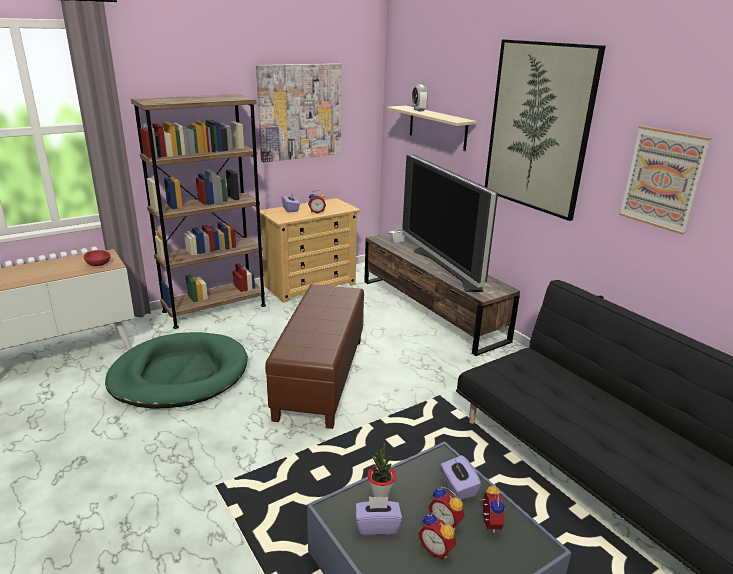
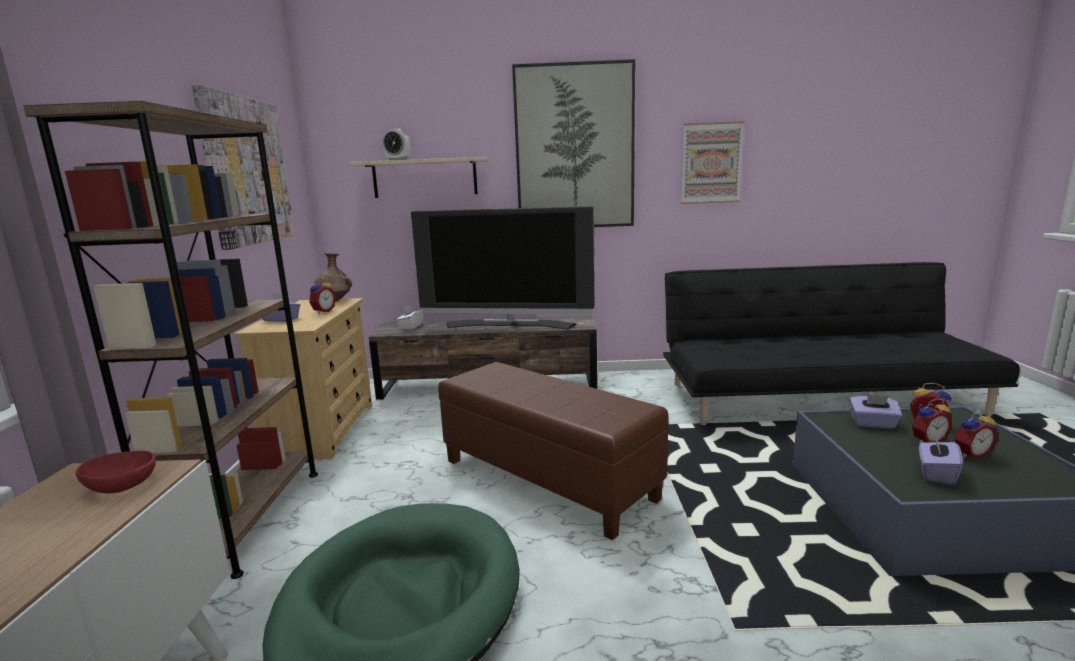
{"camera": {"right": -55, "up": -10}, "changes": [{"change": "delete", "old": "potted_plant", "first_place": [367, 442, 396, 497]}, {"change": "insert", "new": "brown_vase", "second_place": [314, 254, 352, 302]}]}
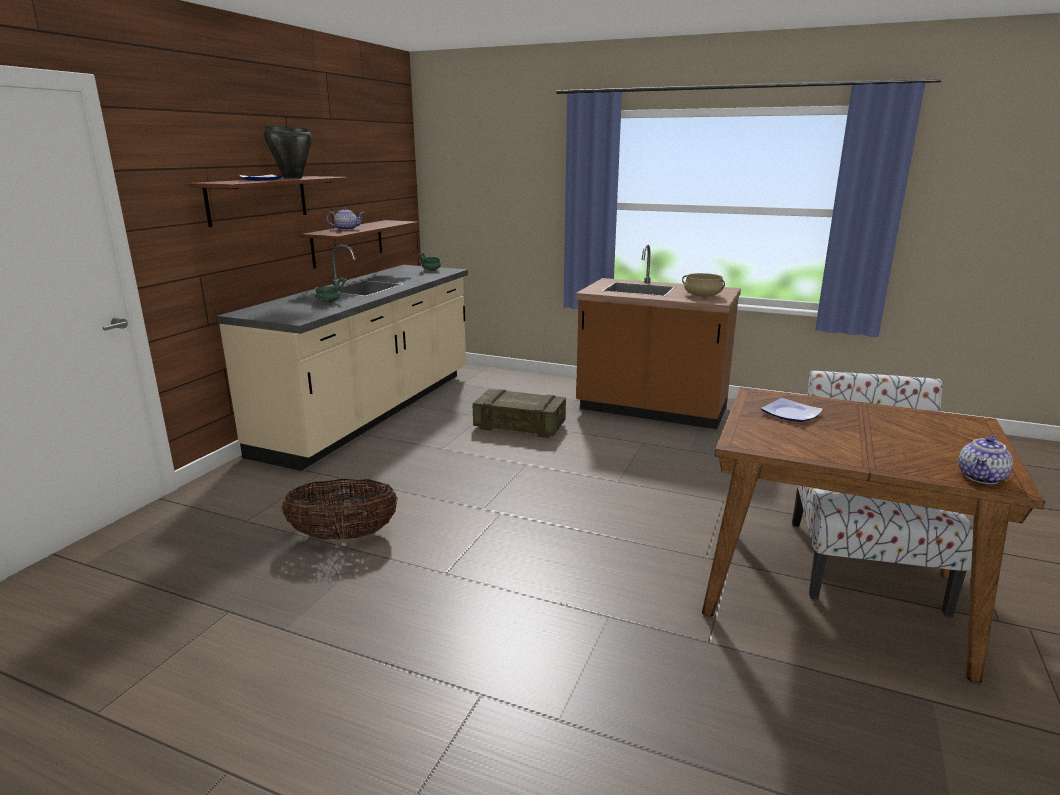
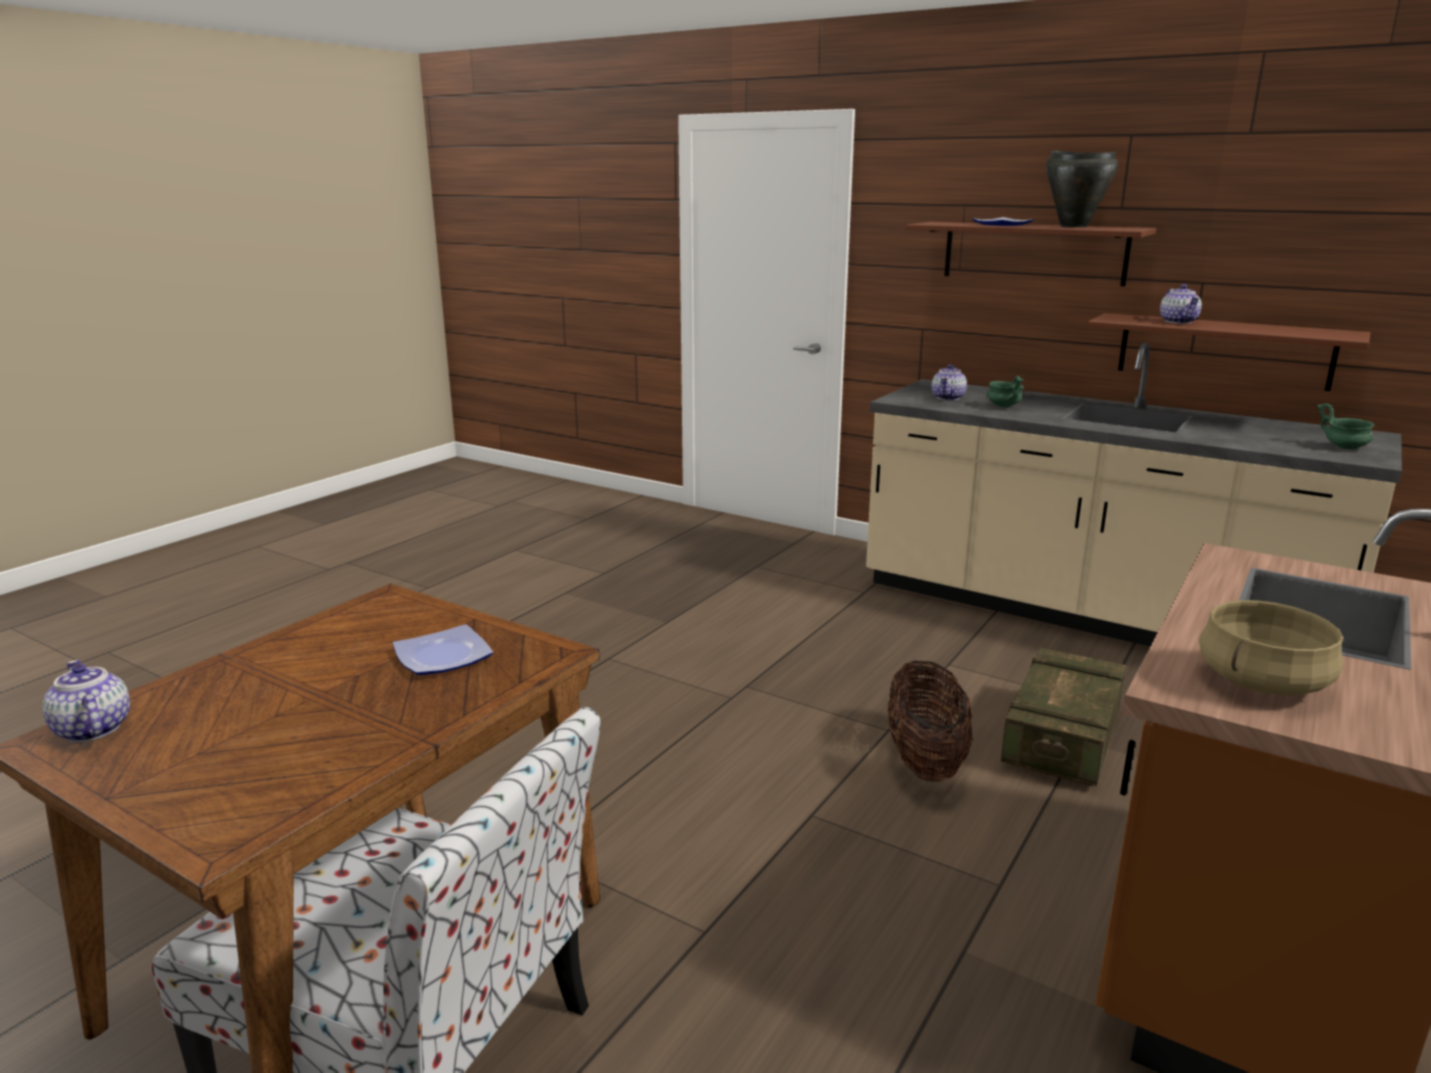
{"camera": {"right": 100, "up": 0}, "changes": [{"change": "insert", "new": "teapot", "second_place": [932, 364, 967, 400]}, {"change": "move", "old": "basket", "first_place": [282, 479, 398, 540], "second_place": [888, 660, 973, 782]}]}
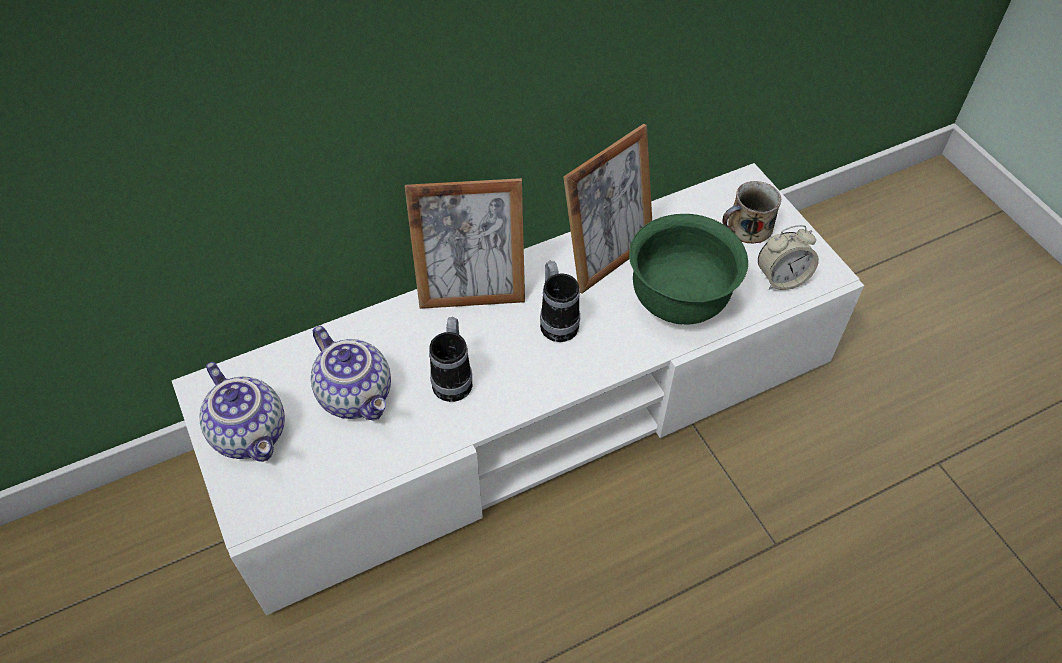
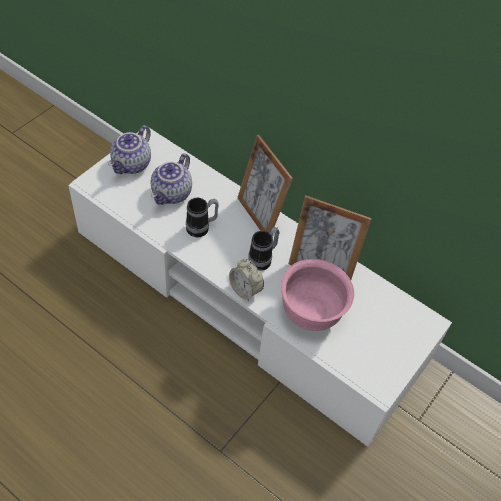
{"camera": {"right": 60, "up": 0}, "changes": [{"change": "delete", "old": "mug", "first_place": [722, 181, 781, 243]}, {"change": "move", "old": "alarm_clock", "first_place": [758, 225, 819, 290], "second_place": [229, 259, 264, 301]}, {"change": "recolor", "old": "green_bowl", "new": "pink_bowl", "first_place": [629, 214, 748, 325], "second_place": [281, 259, 354, 331]}]}
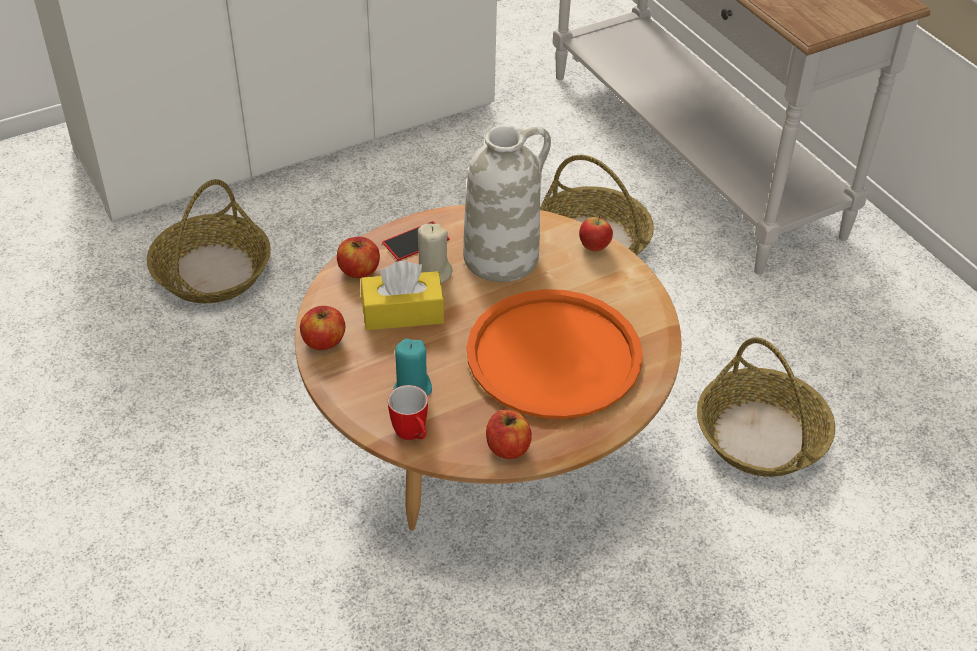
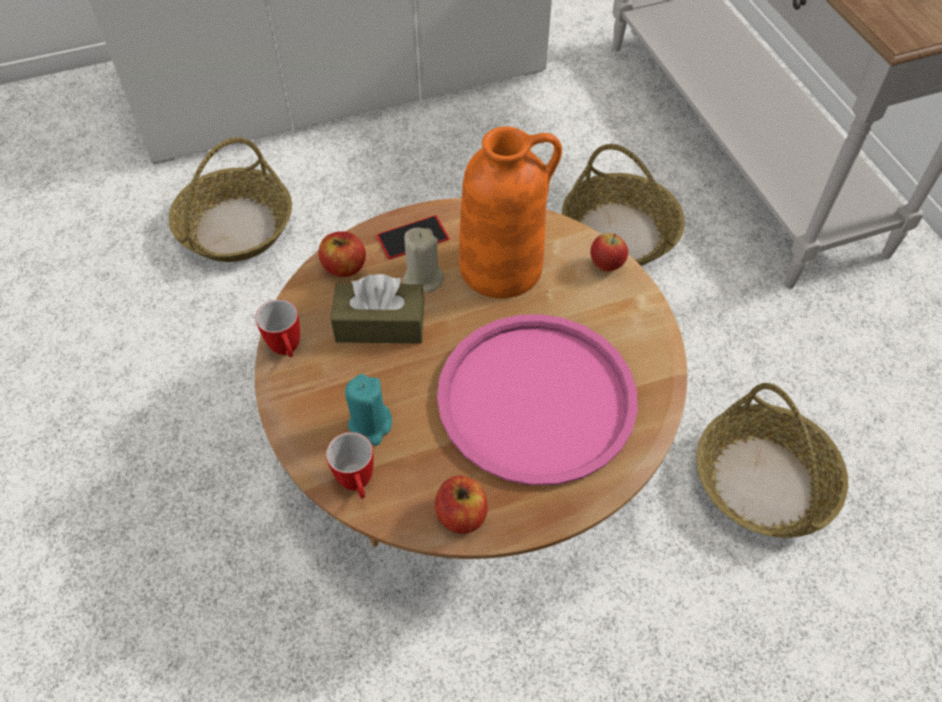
{"camera": {"right": 10, "up": 10}, "changes": [{"change": "replace", "old": "apple", "new": "mug", "first_place": [300, 306, 345, 350], "second_place": [255, 299, 300, 357]}, {"change": "recolor", "old": "yellow_tissue_box", "new": "brown_tissue_box", "first_place": [361, 261, 444, 330], "second_place": [331, 274, 424, 344]}, {"change": "recolor", "old": "white_vase", "new": "orange_vase", "first_place": [463, 125, 551, 282], "second_place": [459, 126, 562, 298]}, {"change": "recolor", "old": "orange_tray", "new": "pink_tray", "first_place": [467, 289, 643, 419], "second_place": [437, 314, 638, 486]}]}
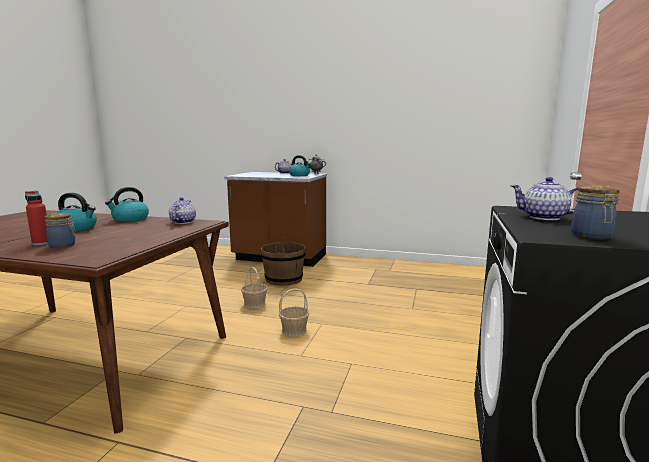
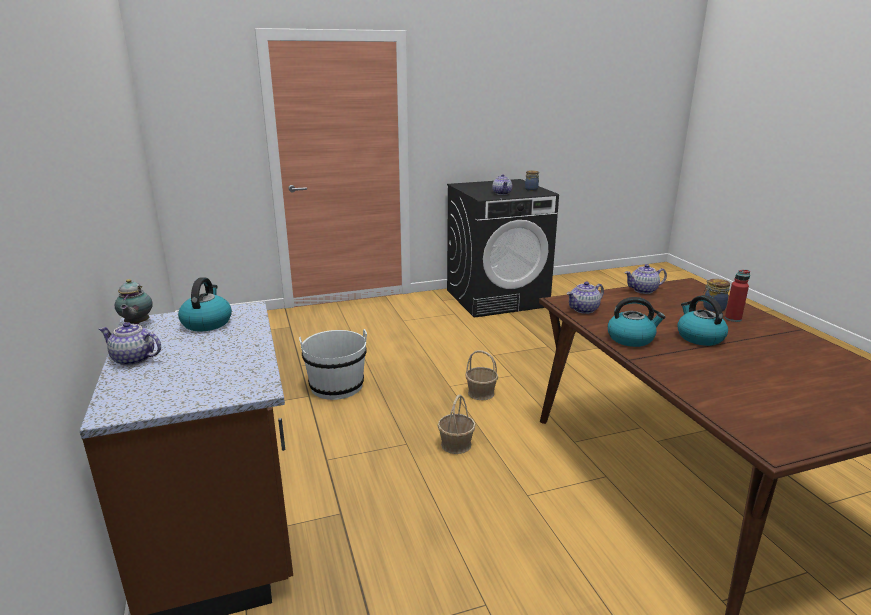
{"camera": {"right": -125, "up": 10}, "changes": [{"change": "delete", "old": "brown_bucket", "first_place": [261, 236, 306, 286]}, {"change": "insert", "new": "white_bucket", "second_place": [299, 329, 367, 400]}, {"change": "insert", "new": "teapot", "second_place": [624, 264, 667, 294]}]}
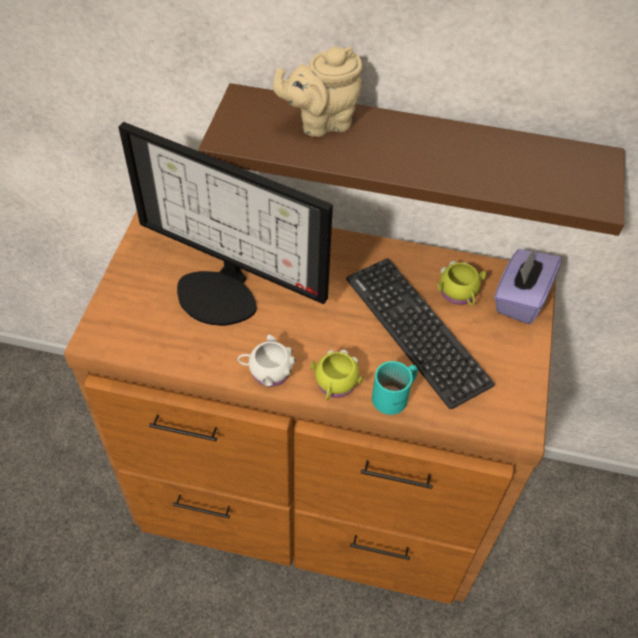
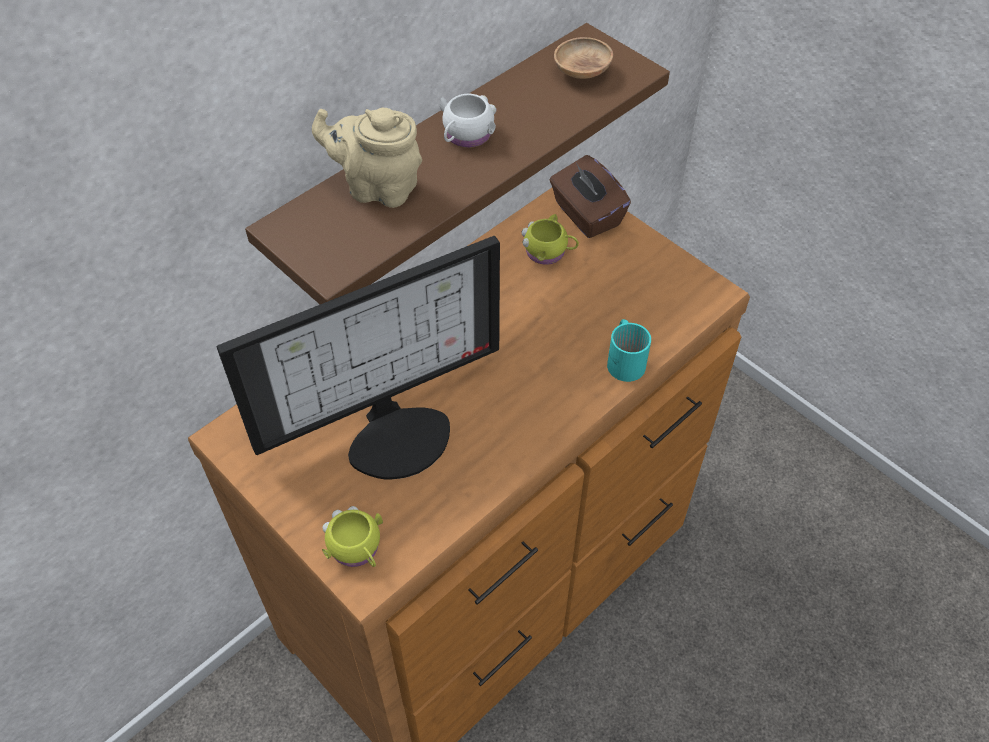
{"camera": {"right": -55, "up": 0}, "changes": [{"change": "delete", "old": "keyboard", "first_place": [346, 258, 495, 409]}, {"change": "insert", "new": "brown_bowl", "second_place": [554, 37, 613, 79]}, {"change": "move", "old": "white_mug", "first_place": [238, 334, 296, 387], "second_place": [440, 94, 496, 148]}, {"change": "move", "old": "yellow_mug", "first_place": [311, 349, 363, 401], "second_place": [322, 506, 383, 567]}, {"change": "recolor", "old": "purple_tissue_box", "new": "brown_tissue_box", "first_place": [494, 249, 562, 324], "second_place": [550, 155, 631, 238]}, {"change": "rotate", "old": "beige_teapot", "first_place": [273, 47, 362, 137], "second_place": [312, 108, 422, 208], "degrees": 90}]}
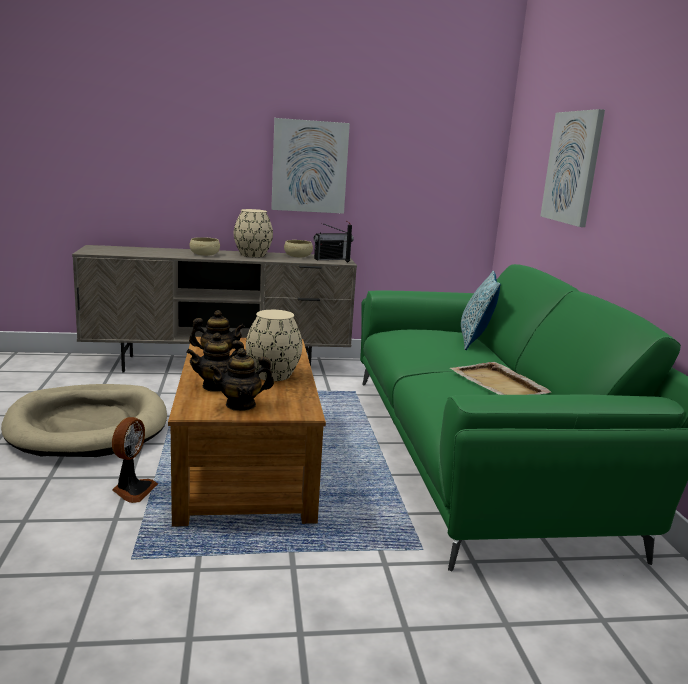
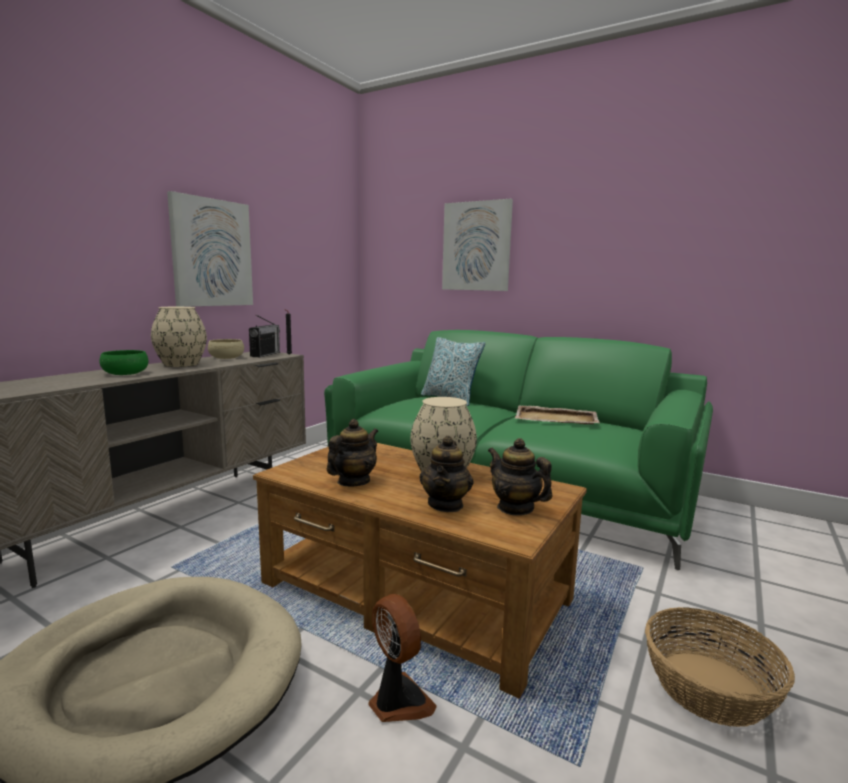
{"camera": {"right": -50, "up": -5}, "changes": [{"change": "insert", "new": "basket", "second_place": [645, 607, 795, 727]}, {"change": "recolor", "old": "beige_bowl", "new": "green_bowl", "first_place": [190, 237, 220, 256], "second_place": [99, 350, 148, 375]}, {"change": "rotate", "old": "teapot", "first_place": [209, 348, 274, 411], "second_place": [488, 438, 553, 516], "degrees": 120}]}
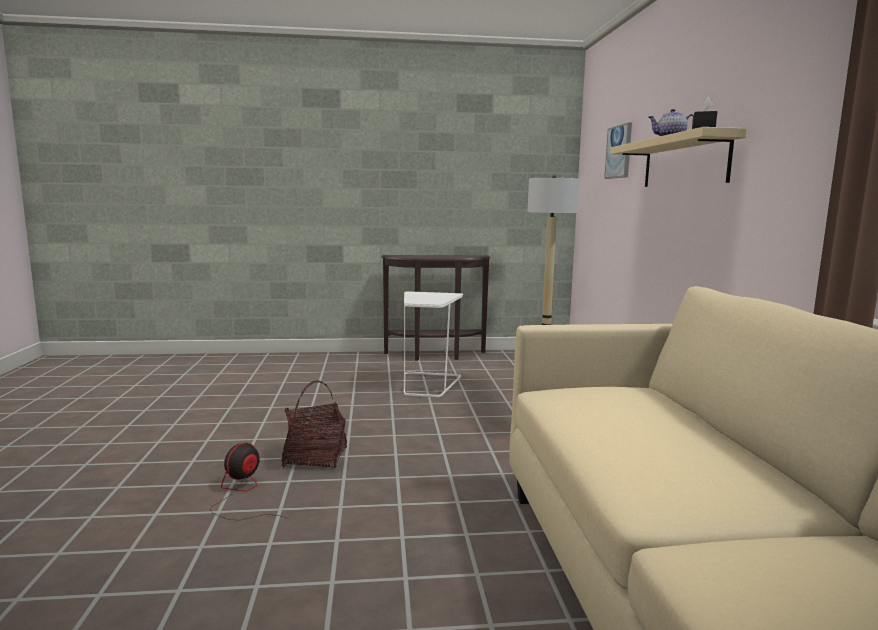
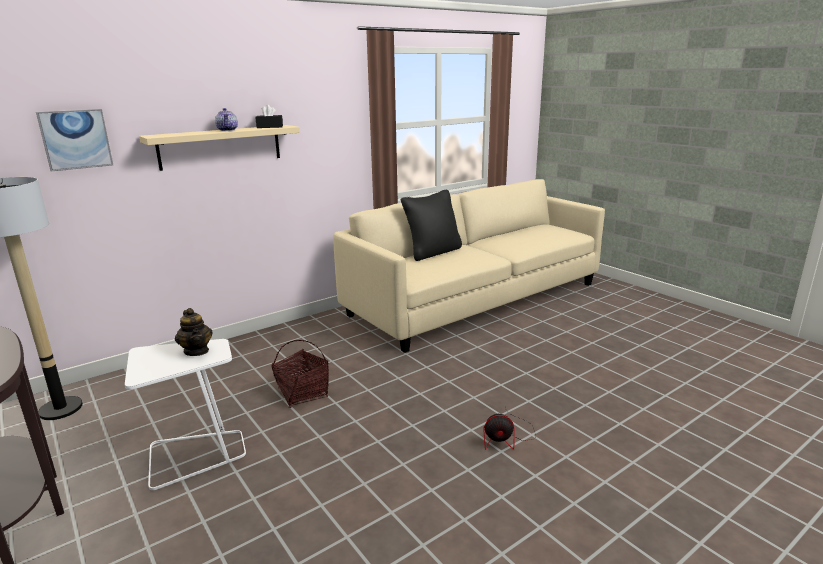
{"camera": {"right": -120, "up": 10}, "changes": [{"change": "insert", "new": "teapot", "second_place": [175, 308, 213, 356]}, {"change": "insert", "new": "black_pillow", "second_place": [401, 190, 462, 261]}, {"change": "move", "old": "basket", "first_place": [281, 380, 347, 469], "second_place": [272, 340, 329, 408]}]}
